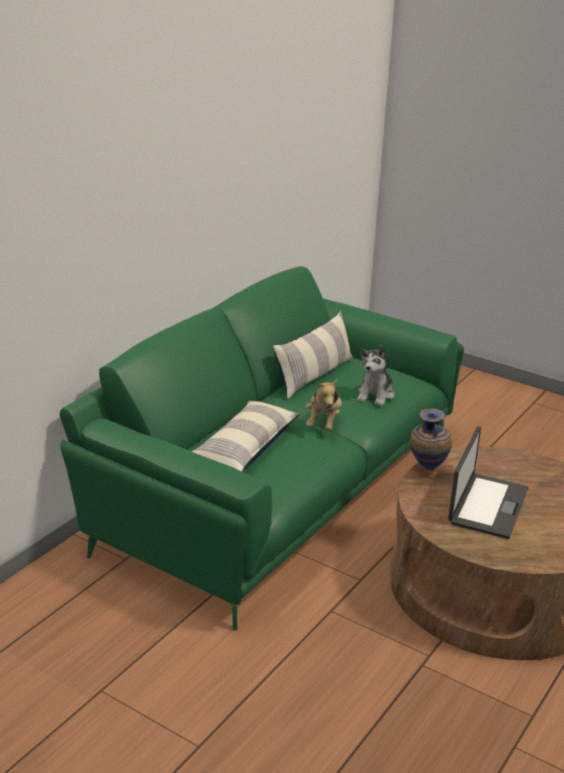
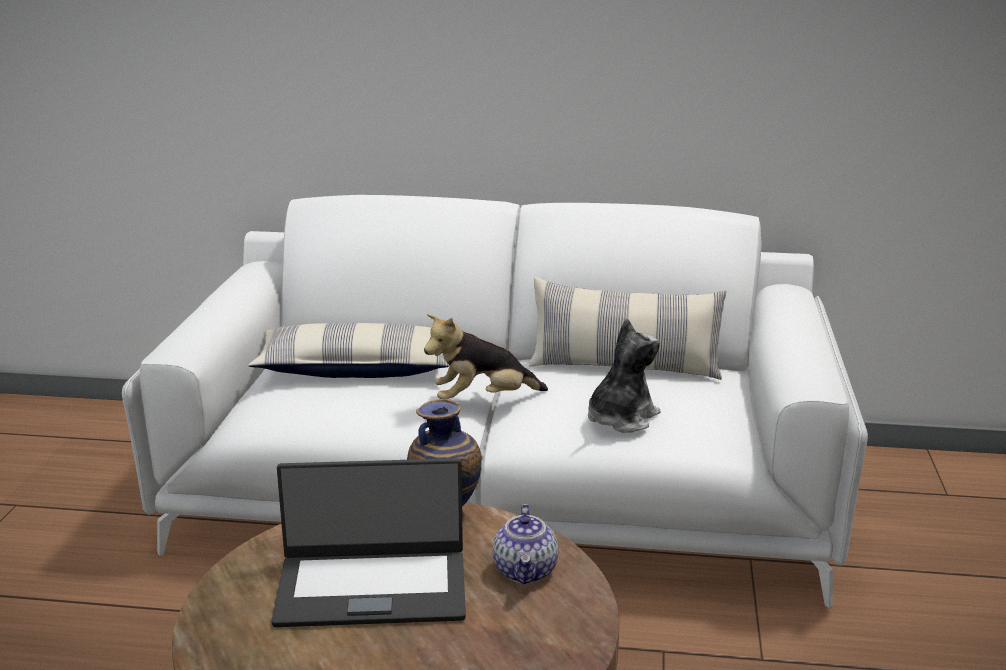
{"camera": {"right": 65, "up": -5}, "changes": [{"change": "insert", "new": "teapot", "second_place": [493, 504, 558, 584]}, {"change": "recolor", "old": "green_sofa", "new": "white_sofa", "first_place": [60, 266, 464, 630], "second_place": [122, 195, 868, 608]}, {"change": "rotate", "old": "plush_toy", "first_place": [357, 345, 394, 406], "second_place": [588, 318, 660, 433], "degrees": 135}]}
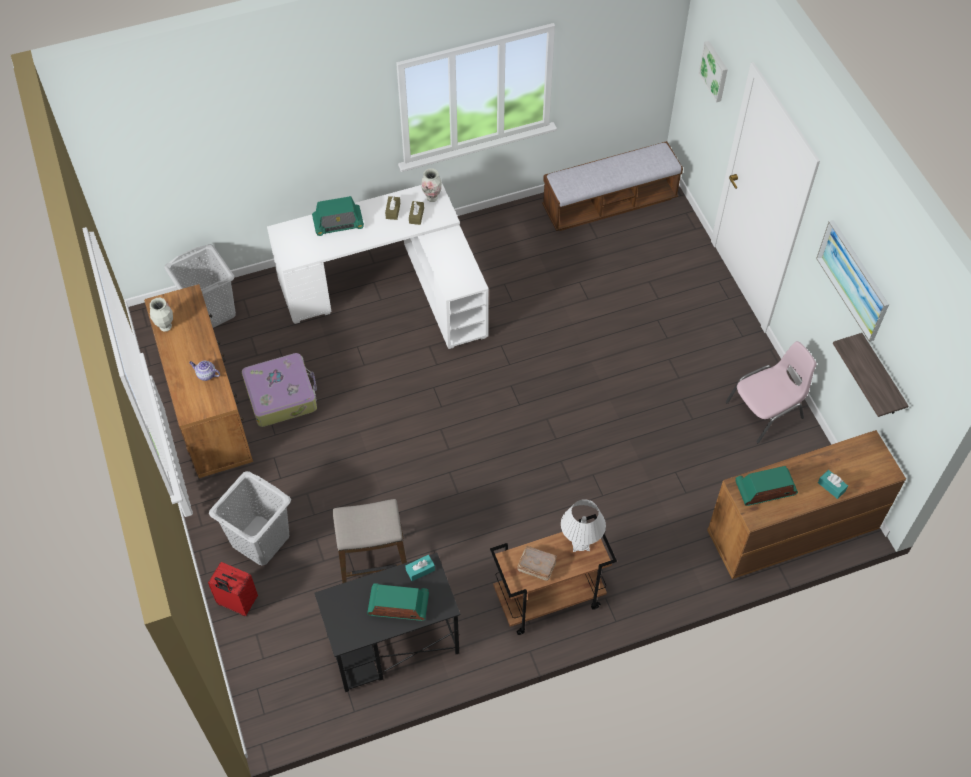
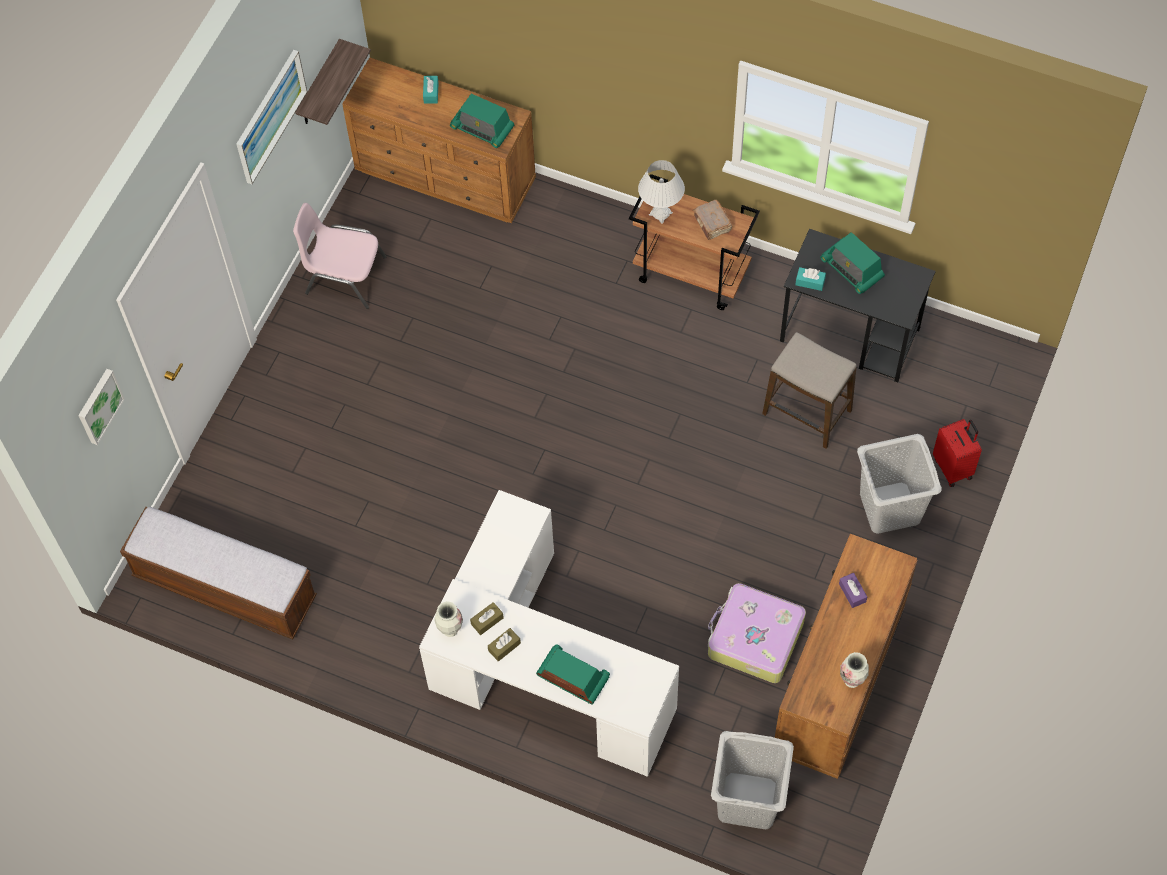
{"camera": {"right": -135, "up": 5}, "changes": [{"change": "replace", "old": "teapot", "new": "purple_tissue_box", "first_place": [189, 361, 220, 381], "second_place": [839, 573, 867, 608]}]}
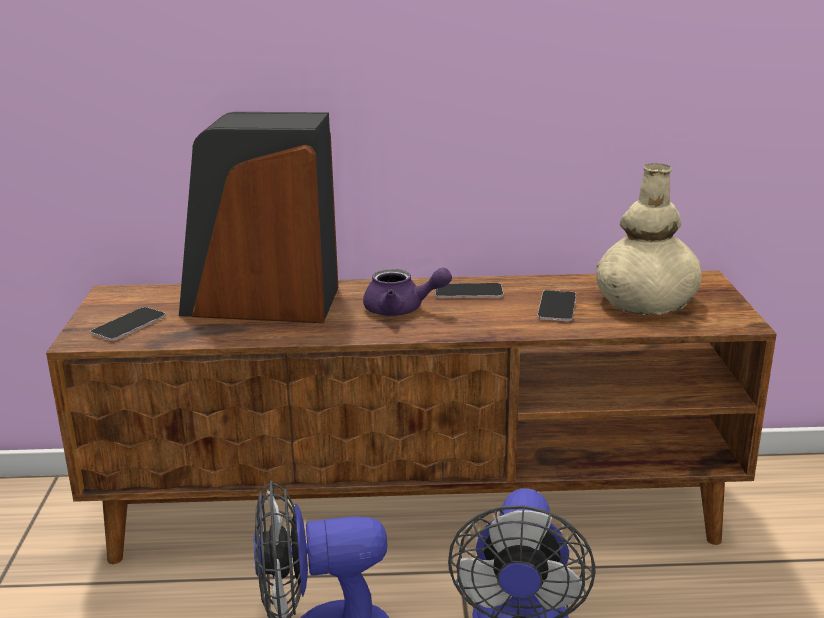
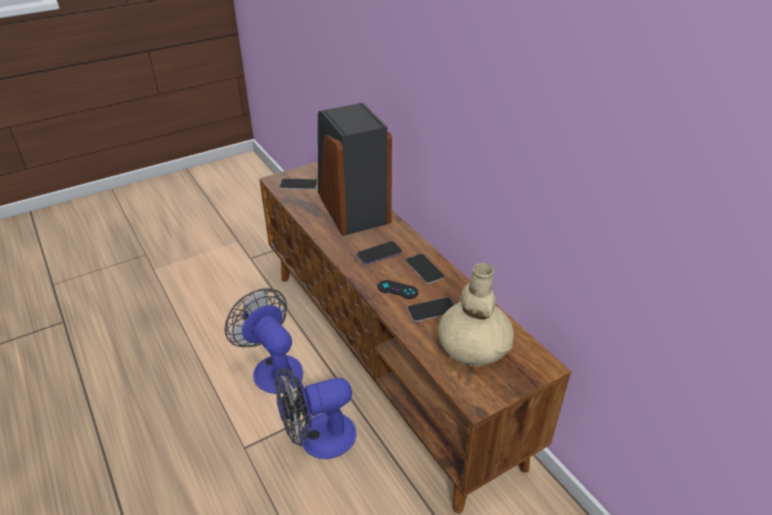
{"camera": {"right": 60, "up": 15}, "changes": [{"change": "insert", "new": "black_game_controller", "second_place": [377, 280, 418, 299]}, {"change": "replace", "old": "purple_teapot", "new": "phone", "first_place": [363, 268, 452, 316], "second_place": [357, 241, 402, 265]}]}
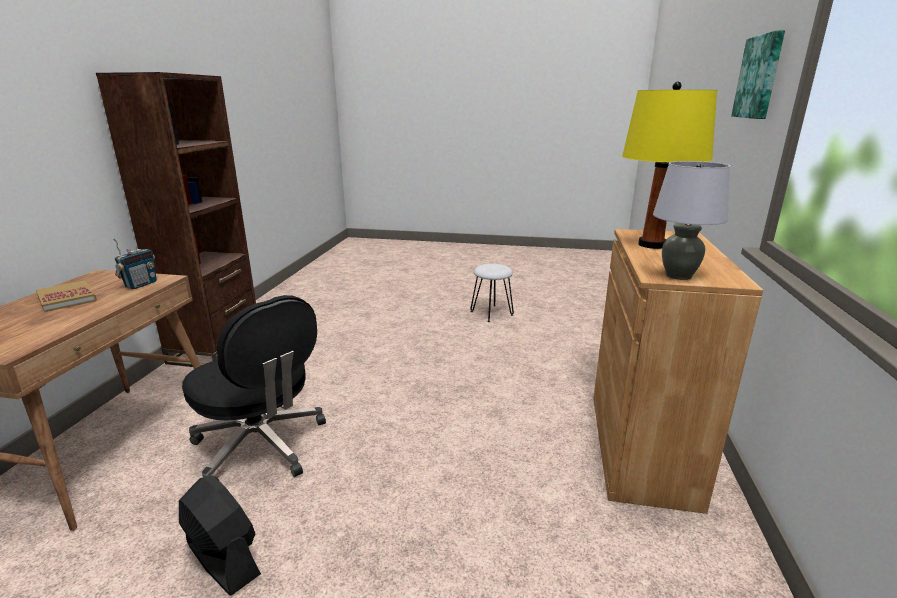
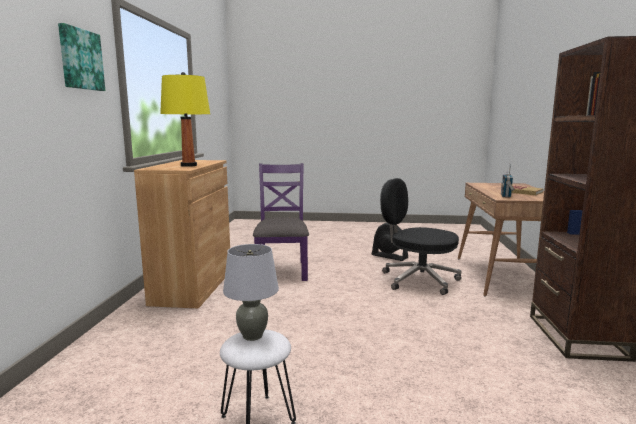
{"camera": {"right": 175, "up": -10}, "changes": [{"change": "insert", "new": "purple_chair", "second_place": [253, 163, 309, 281]}, {"change": "move", "old": "grey_table_lamp", "first_place": [653, 161, 730, 280], "second_place": [223, 244, 279, 341]}]}
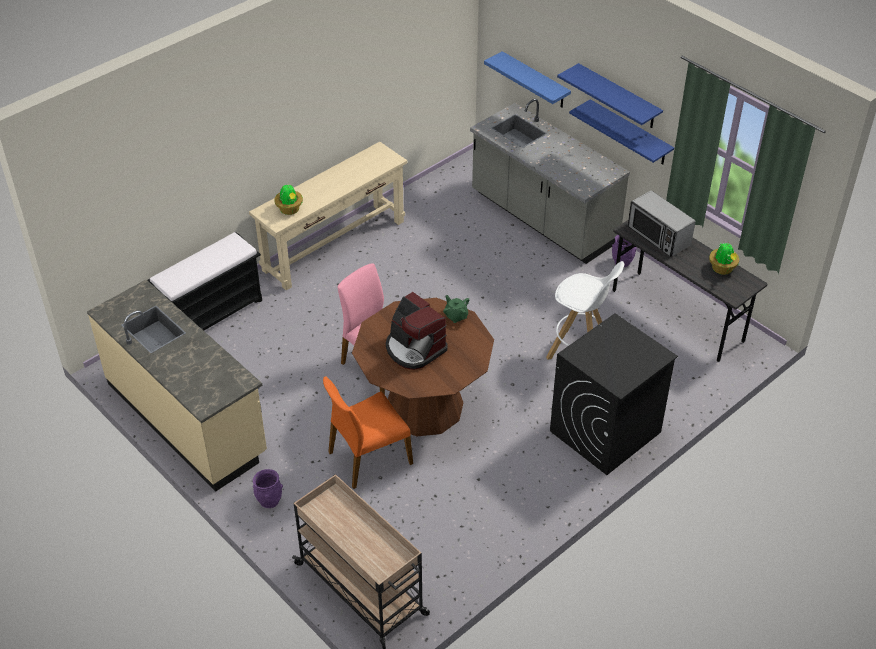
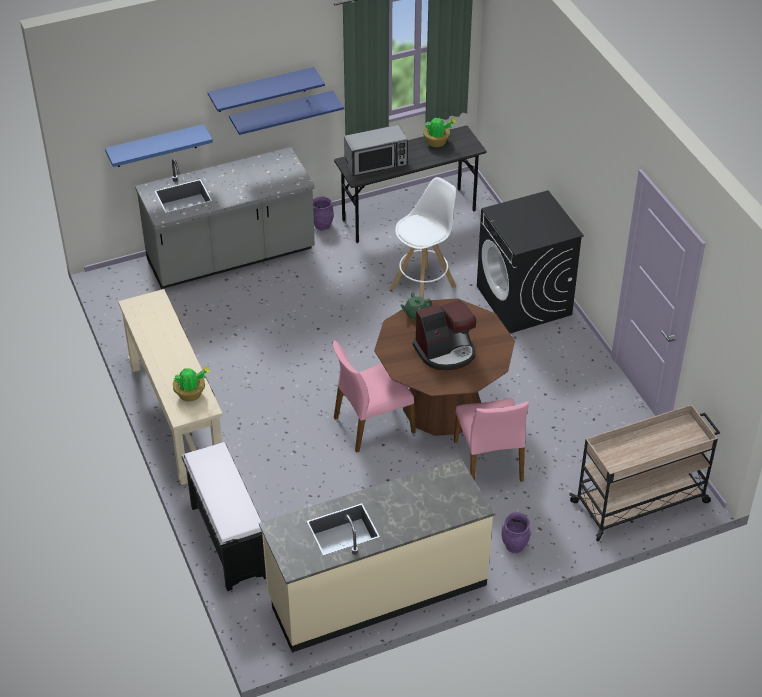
{"camera": {"right": -70, "up": 0}, "changes": [{"change": "recolor", "old": "orange_chair", "new": "pink_chair", "first_place": [323, 376, 413, 489], "second_place": [454, 398, 529, 482]}]}
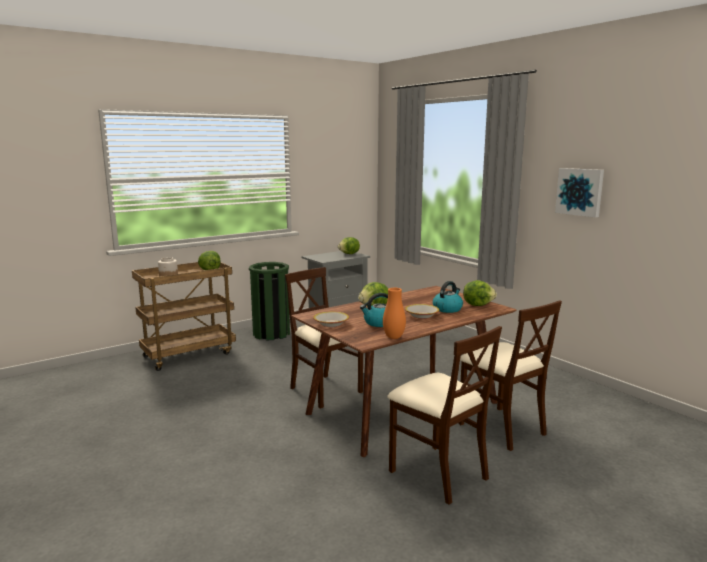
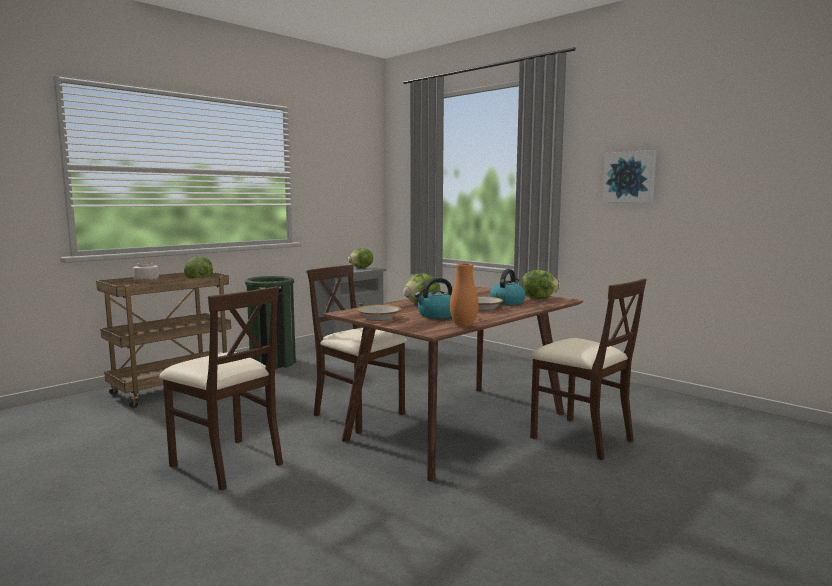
{"camera": {"right": -10, "up": -5}, "changes": [{"change": "move", "old": "beige_chair", "first_place": [387, 326, 502, 504], "second_place": [159, 286, 283, 491]}]}
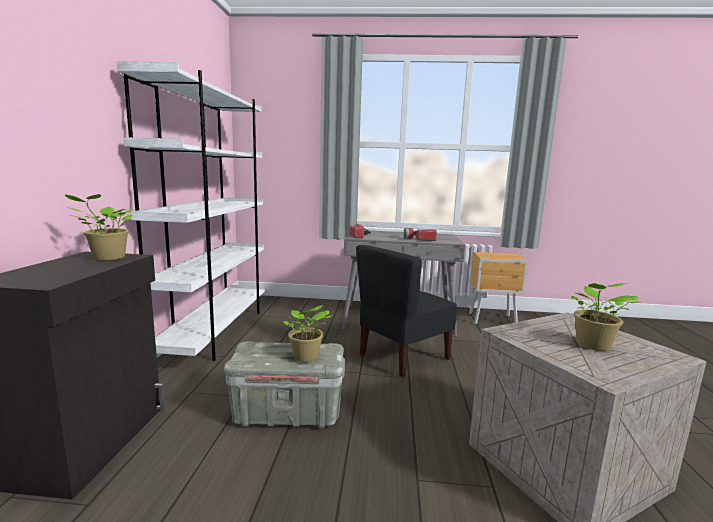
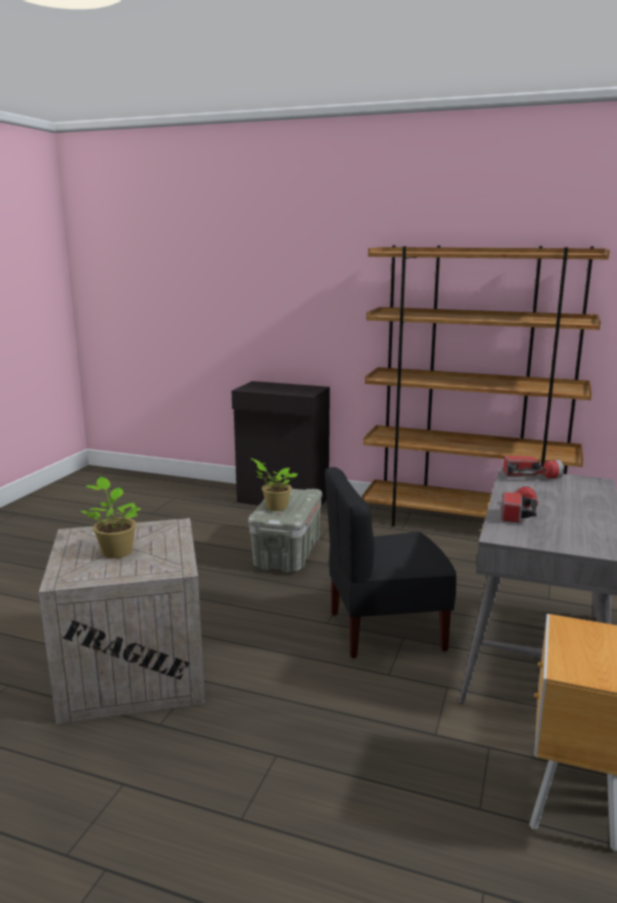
{"camera": {"right": 105, "up": 5}, "changes": [{"change": "delete", "old": "potted_plant", "first_place": [65, 194, 132, 260]}, {"change": "recolor", "old": "white_bookcase", "new": "brown_bookcase", "first_place": [117, 61, 265, 361], "second_place": [362, 245, 610, 526]}, {"change": "rotate", "old": "black_chair", "first_place": [356, 245, 457, 377], "second_place": [325, 467, 457, 658], "degrees": -75}]}
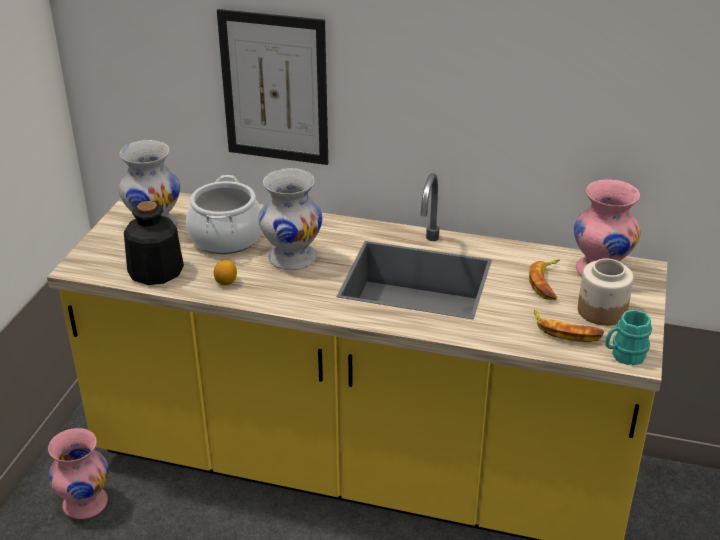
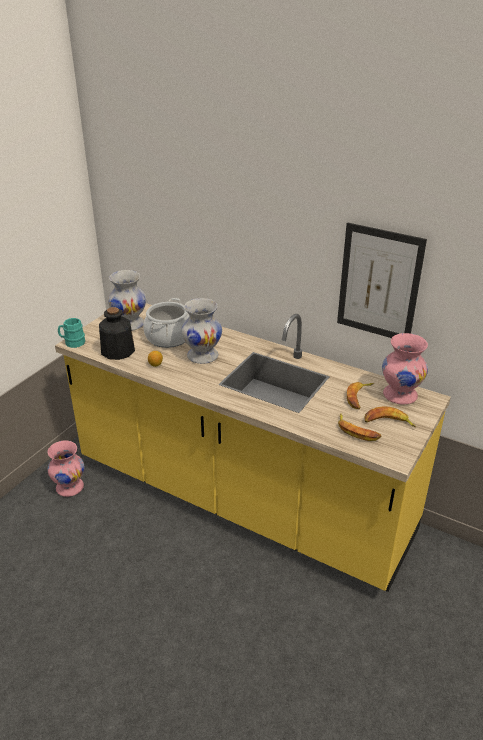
{"camera": {"right": 15, "up": 0}, "changes": [{"change": "move", "old": "picture", "first_place": [217, 9, 328, 165], "second_place": [337, 222, 427, 338]}, {"change": "move", "old": "turquoise_mug", "first_place": [605, 310, 652, 365], "second_place": [58, 318, 85, 348]}, {"change": "replace", "old": "jar", "new": "banana", "first_place": [578, 259, 634, 326], "second_place": [364, 406, 416, 427]}]}
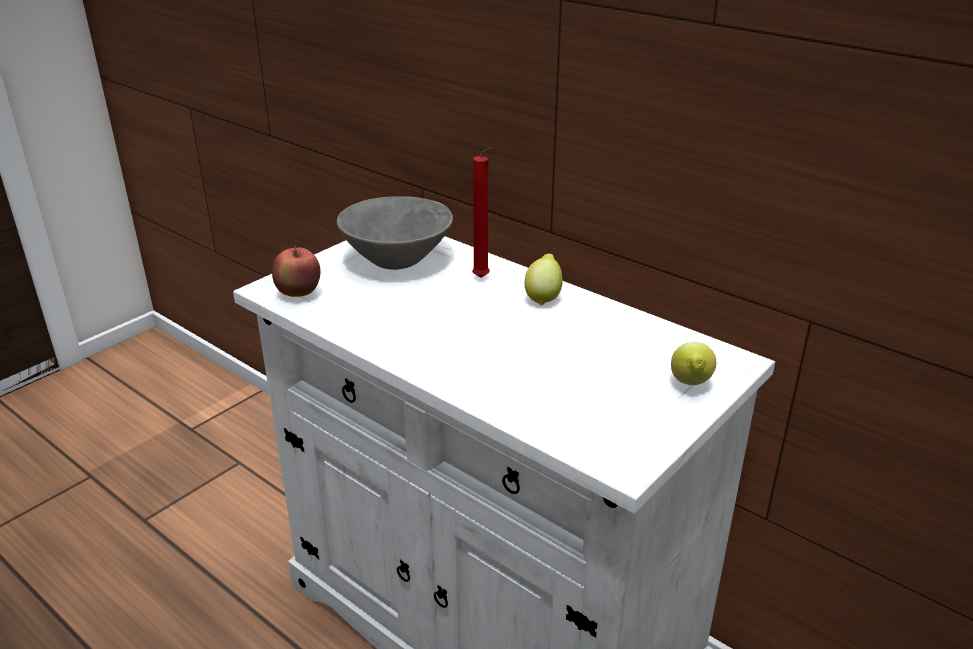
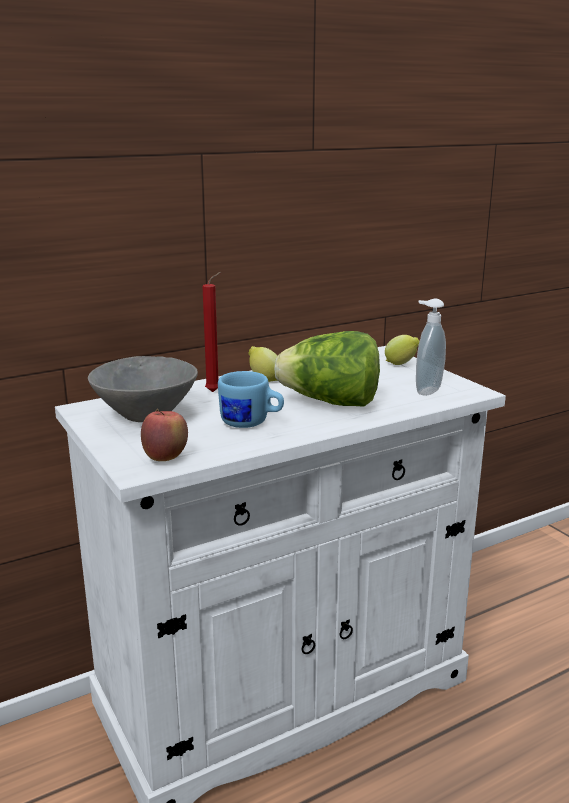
{"camera": {"right": -70, "up": -10}, "changes": [{"change": "insert", "new": "blue_mug", "second_place": [218, 371, 284, 428]}, {"change": "insert", "new": "lettuce", "second_place": [274, 331, 380, 407]}, {"change": "insert", "new": "soap_dispenser", "second_place": [416, 298, 446, 396]}]}
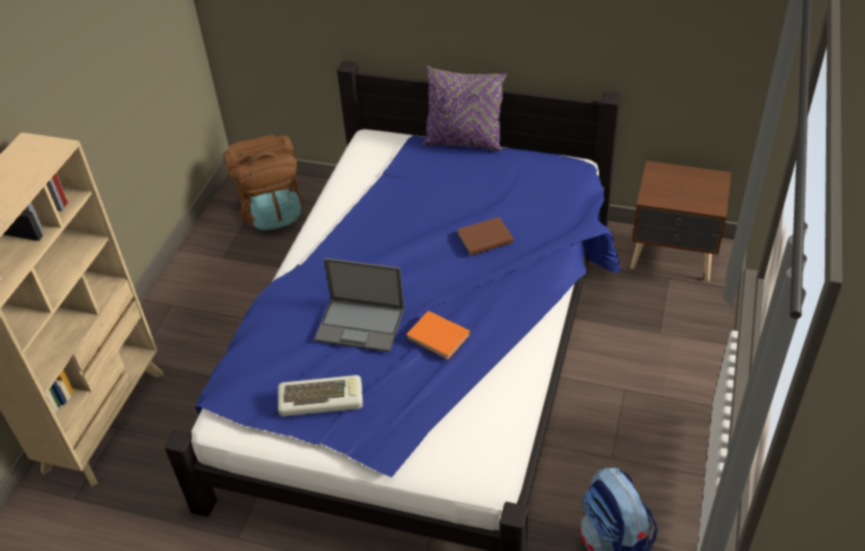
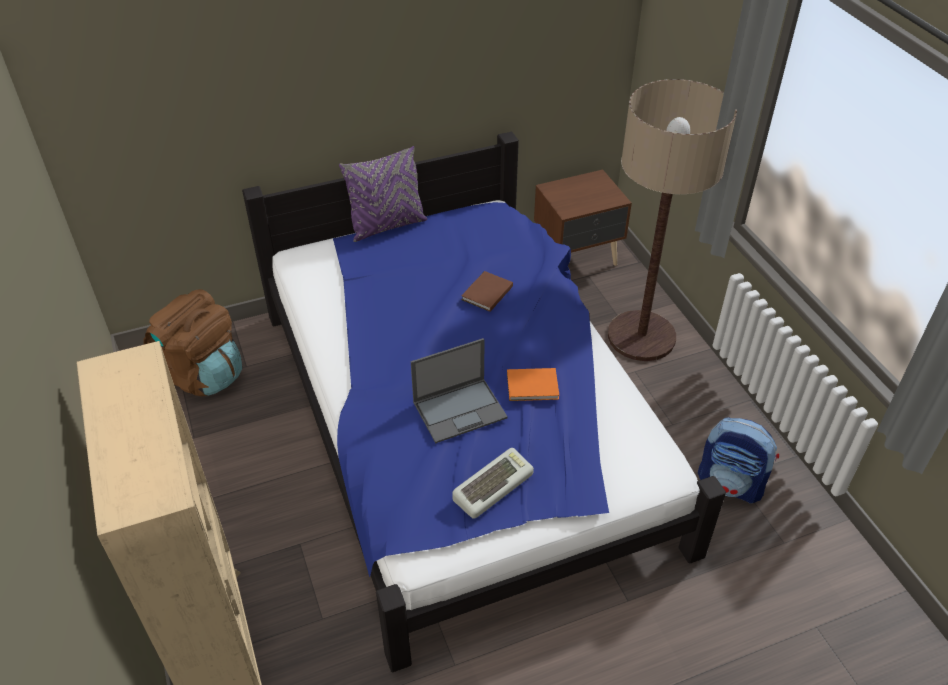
{"camera": {"right": -40, "up": 0}, "changes": [{"change": "insert", "new": "floor_lamp", "second_place": [608, 79, 737, 361]}]}
